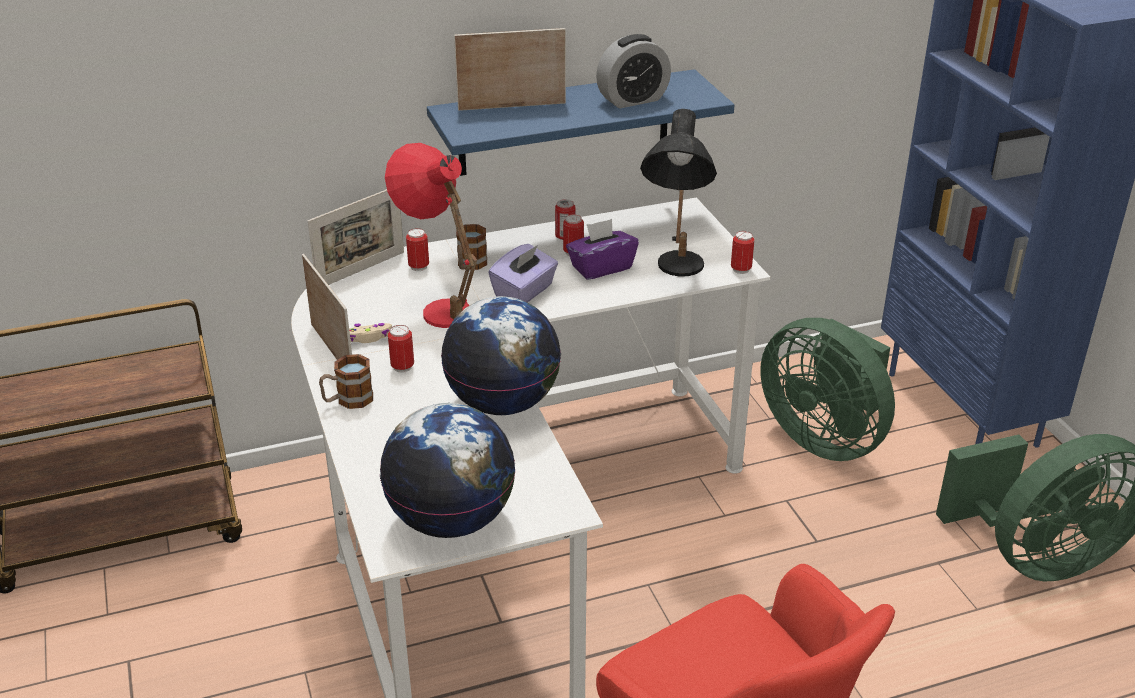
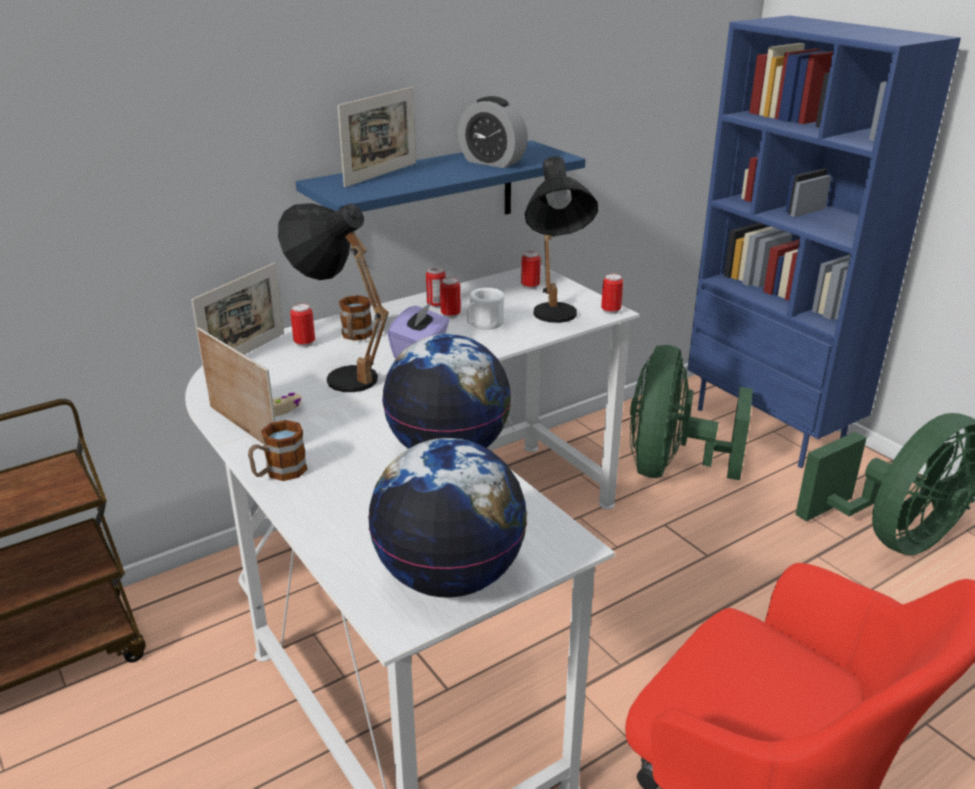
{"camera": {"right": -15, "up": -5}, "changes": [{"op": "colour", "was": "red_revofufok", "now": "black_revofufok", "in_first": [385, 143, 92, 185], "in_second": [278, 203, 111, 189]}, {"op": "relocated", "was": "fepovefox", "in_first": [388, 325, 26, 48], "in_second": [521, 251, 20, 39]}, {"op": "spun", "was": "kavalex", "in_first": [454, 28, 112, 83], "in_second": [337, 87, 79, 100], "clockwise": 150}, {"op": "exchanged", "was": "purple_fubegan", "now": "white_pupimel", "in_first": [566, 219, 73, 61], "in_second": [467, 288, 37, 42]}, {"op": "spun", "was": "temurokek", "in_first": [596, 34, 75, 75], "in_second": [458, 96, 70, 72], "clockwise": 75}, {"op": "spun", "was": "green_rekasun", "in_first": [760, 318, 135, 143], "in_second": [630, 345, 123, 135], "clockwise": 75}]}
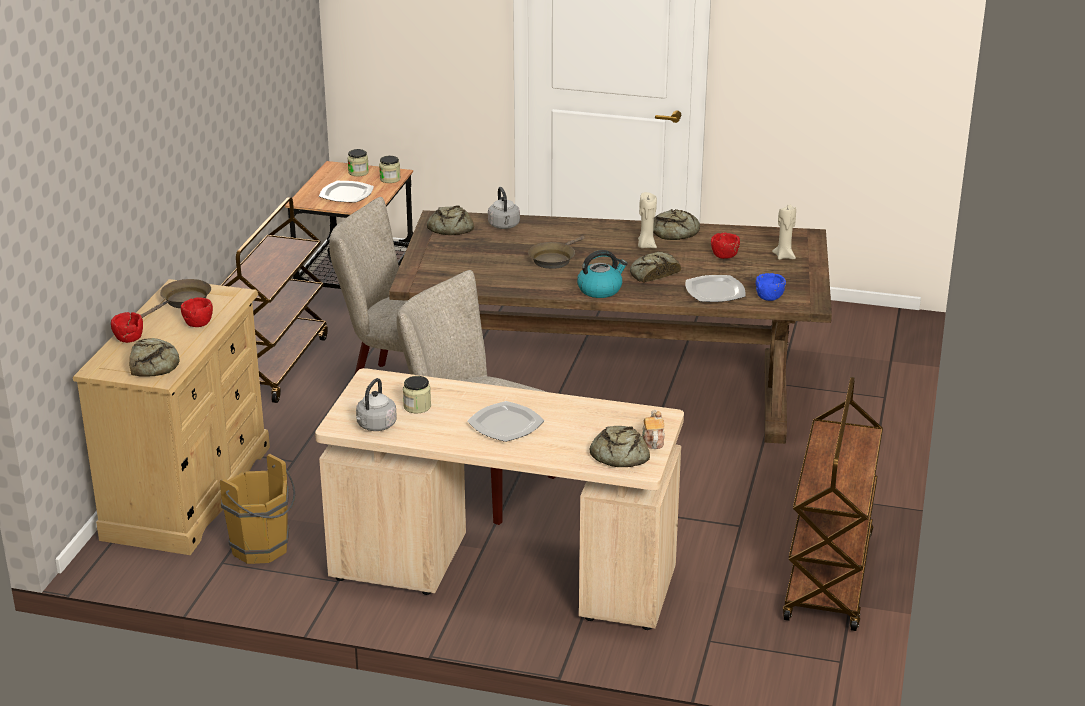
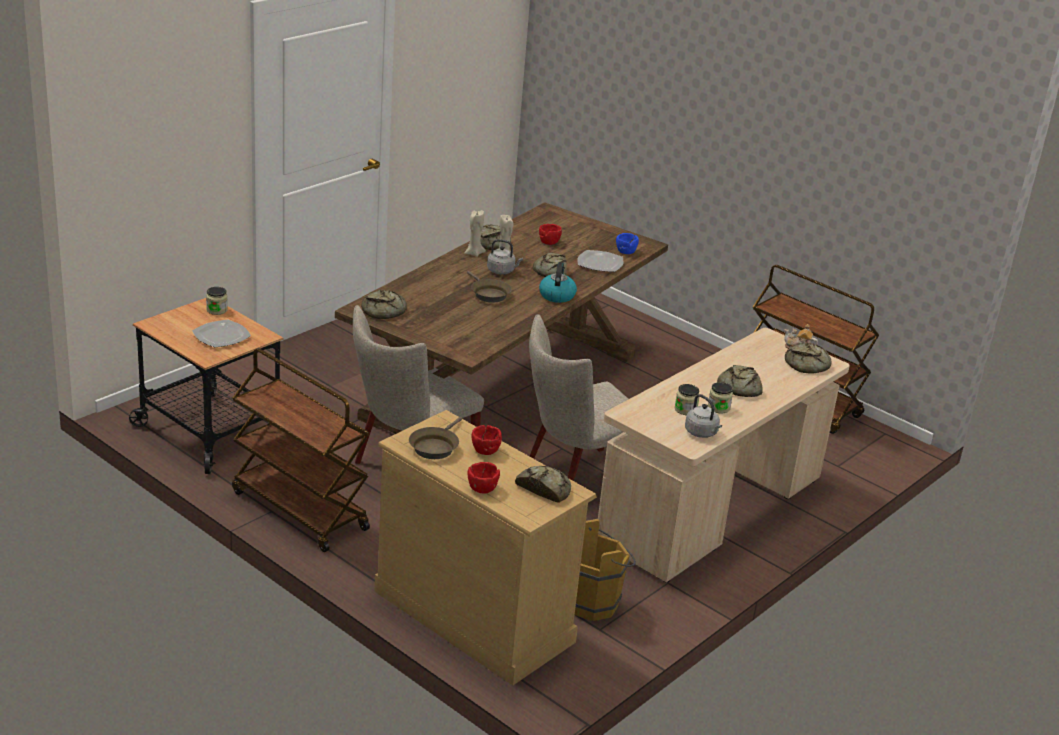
{"camera": {"right": -65, "up": 0}, "changes": [{"op": "spun", "was": "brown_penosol", "in_first": [141, 279, 70, 39], "in_second": [409, 416, 54, 43], "clockwise": -135}, {"op": "relocated", "was": "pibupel", "in_first": [348, 149, 21, 27], "in_second": [708, 382, 25, 31]}, {"op": "exchanged", "was": "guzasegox", "now": "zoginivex", "in_first": [467, 401, 77, 41], "in_second": [717, 365, 46, 32]}, {"op": "relocated", "was": "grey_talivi", "in_first": [488, 187, 32, 42], "in_second": [487, 239, 36, 35]}, {"op": "relocated", "was": "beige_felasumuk", "in_first": [772, 205, 24, 55], "in_second": [464, 210, 22, 47]}]}
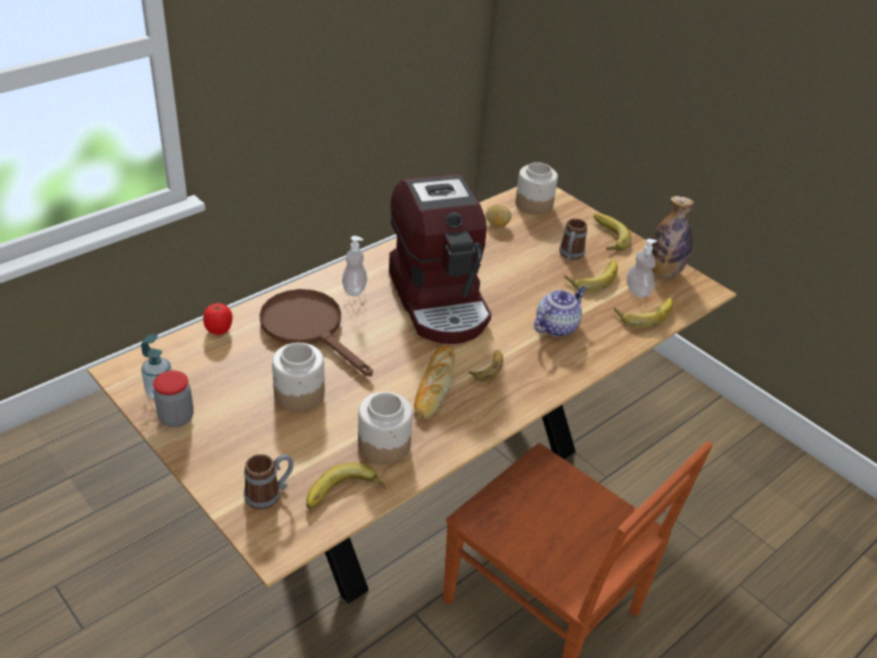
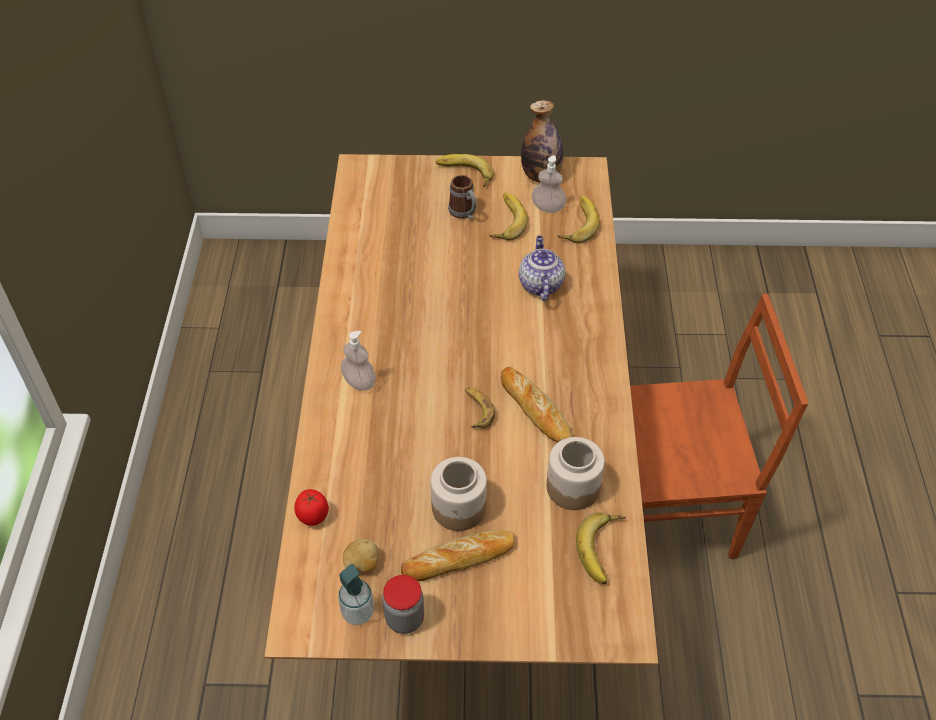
{"camera": {"right": -45, "up": 10}, "changes": [{"op": "missing", "was": "pupimel", "in_first": [244, 454, 50, 56]}, {"op": "missing", "was": "brown_penosol", "in_first": [259, 289, 114, 87]}, {"op": "missing", "was": "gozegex", "in_first": [389, 174, 103, 170]}, {"op": "relocated", "was": "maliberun", "in_first": [469, 350, 34, 31], "in_second": [465, 388, 30, 40]}, {"op": "relocated", "was": "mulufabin", "in_first": [485, 204, 27, 23], "in_second": [343, 539, 36, 33]}, {"op": "missing", "was": "pibupel", "in_first": [515, 162, 43, 53]}, {"op": "appeared", "now": "zoginivex", "in_second": [401, 530, 114, 52]}]}
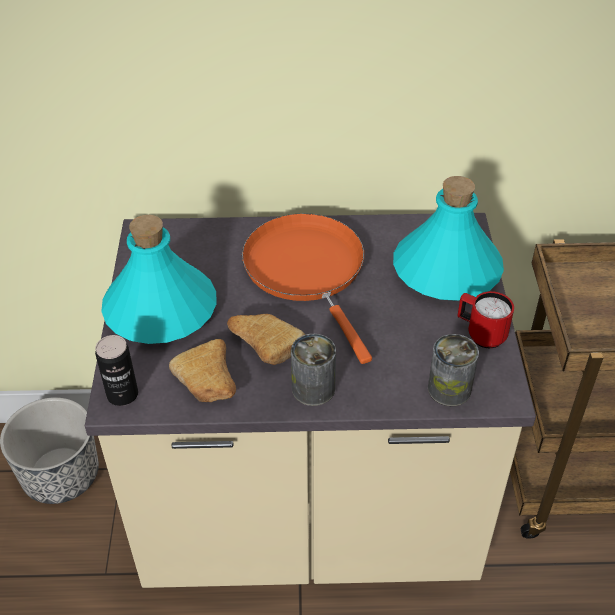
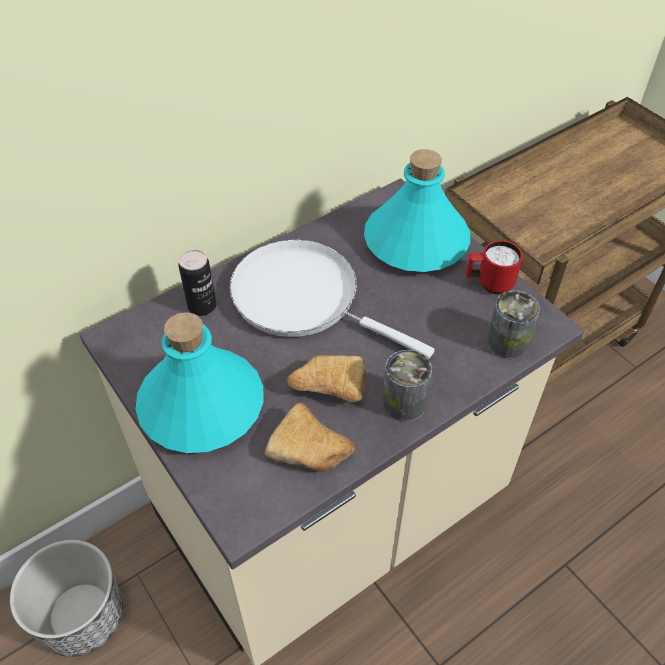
{"camera": {"right": -35, "up": 5}, "changes": [{"op": "relocated", "was": "fepovefox", "in_first": [95, 335, 43, 71], "in_second": [178, 249, 38, 67]}, {"op": "colour", "was": "orange_penosol", "now": "white_penosol", "in_first": [242, 213, 130, 151], "in_second": [229, 239, 205, 120]}]}
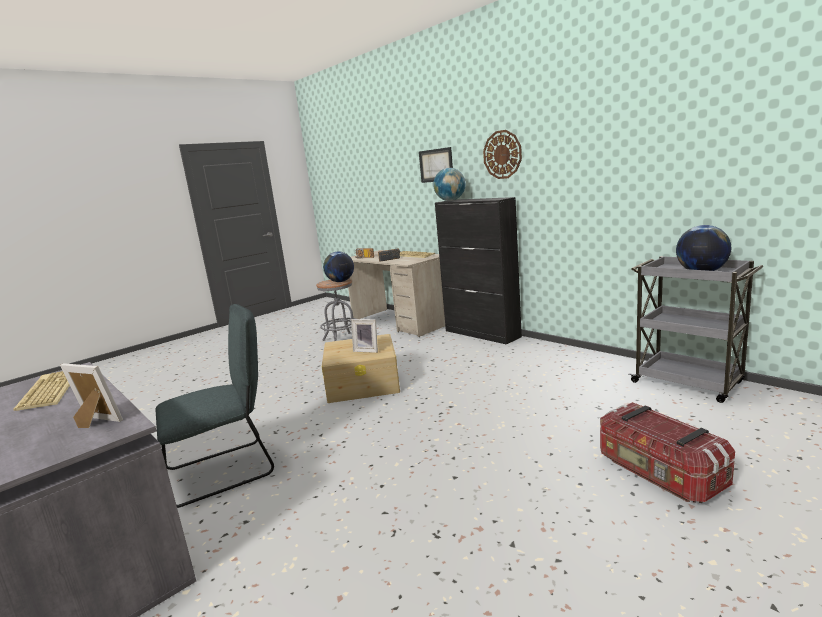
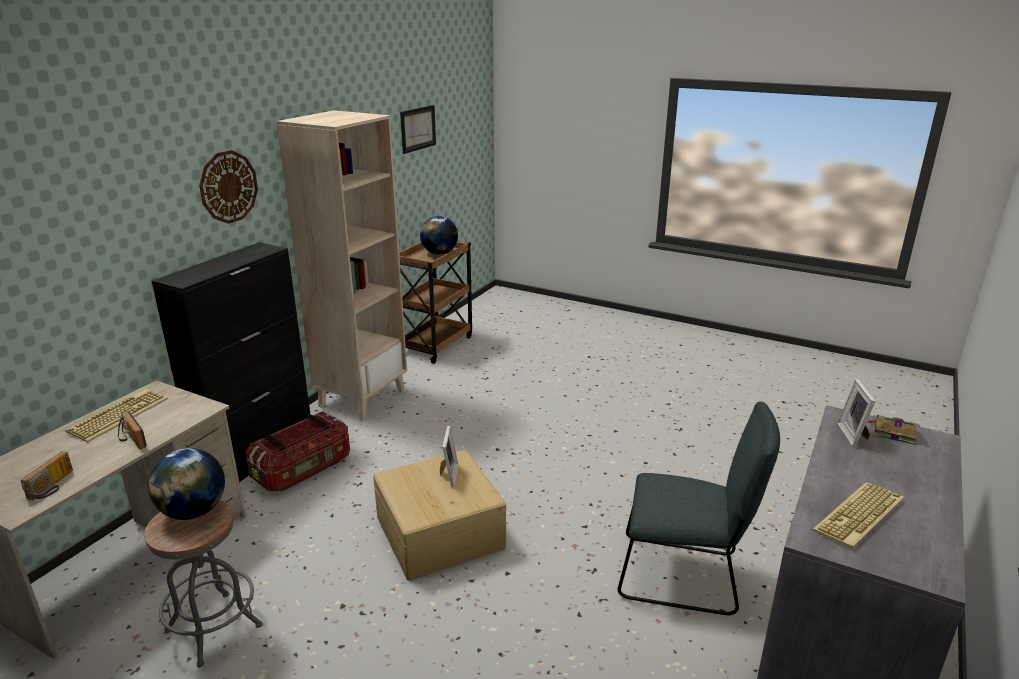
{"camera": {"right": -110, "up": 10}, "changes": [{"op": "spun", "was": "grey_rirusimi", "in_first": [156, 304, 118, 204], "in_second": [618, 401, 162, 214], "clockwise": 150}, {"op": "relocated", "was": "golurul", "in_first": [419, 147, 34, 36], "in_second": [400, 105, 36, 49]}, {"op": "missing", "was": "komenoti", "in_first": [433, 168, 33, 33]}, {"op": "relocated", "was": "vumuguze", "in_first": [600, 402, 135, 101], "in_second": [245, 411, 105, 81]}, {"op": "colour", "was": "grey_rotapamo", "now": "brown_rotapamo", "in_first": [628, 256, 135, 147], "in_second": [399, 241, 73, 123]}, {"op": "appeared", "now": "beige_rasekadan", "in_second": [277, 110, 130, 311]}, {"op": "appeared", "now": "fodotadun", "in_second": [868, 415, 52, 30]}]}
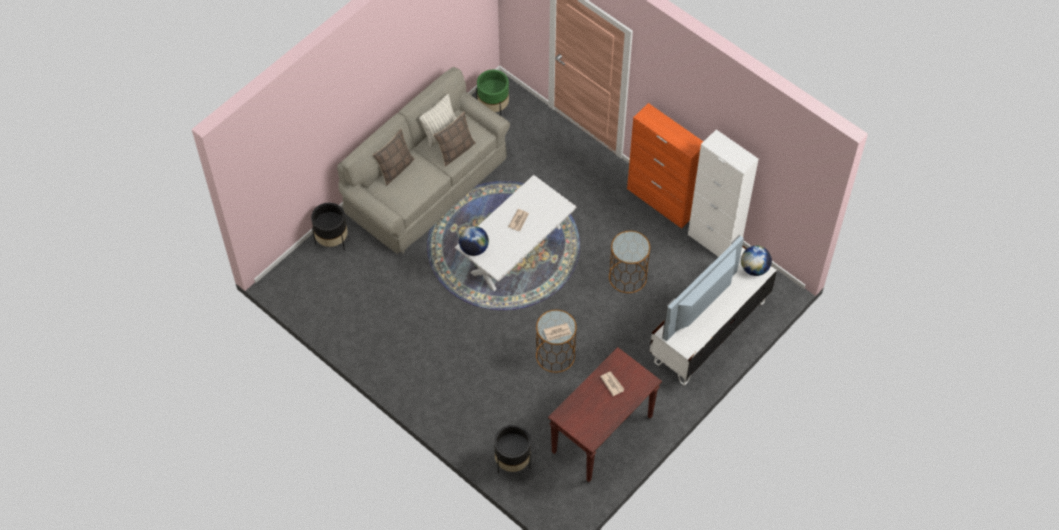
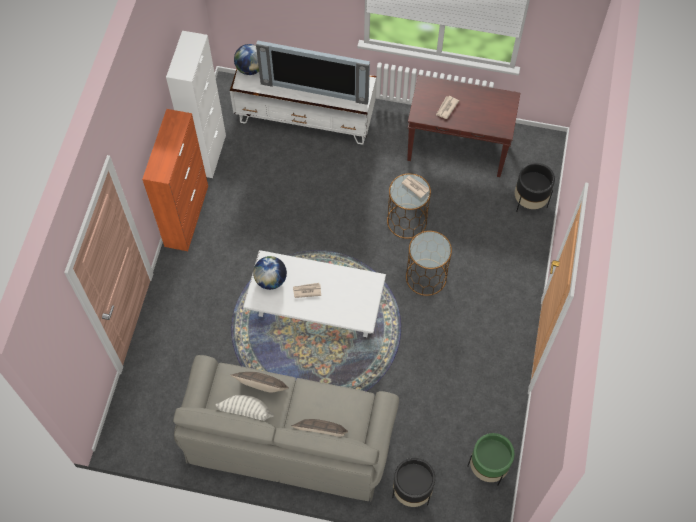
{"camera": {"right": -120, "up": 5}, "changes": [{"op": "relocated", "was": "komenoti", "in_first": [459, 226, 30, 30], "in_second": [253, 256, 34, 34]}, {"op": "relocated", "was": "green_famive", "in_first": [476, 70, 33, 46], "in_second": [467, 433, 47, 53]}, {"op": "relocated", "was": "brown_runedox", "in_first": [609, 231, 41, 62], "in_second": [406, 231, 46, 65]}]}
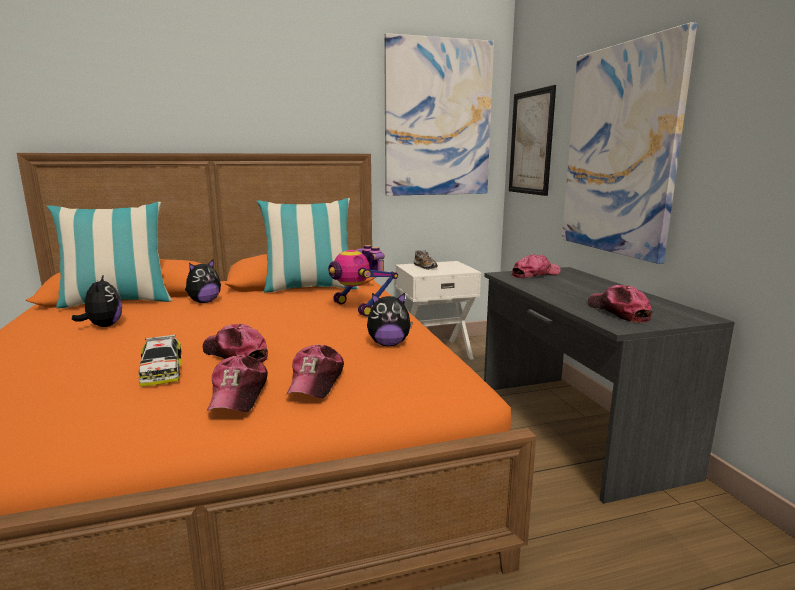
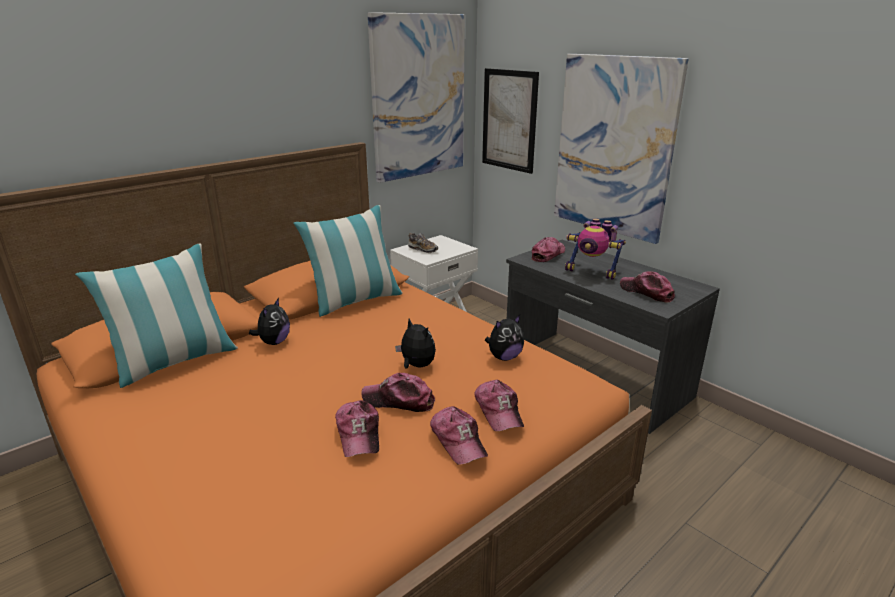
{"camera": {"right": -25, "up": 10}, "changes": [{"op": "relocated", "was": "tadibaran", "in_first": [72, 274, 50, 53], "in_second": [395, 319, 41, 50]}, {"op": "exchanged", "was": "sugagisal", "now": "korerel", "in_first": [139, 334, 42, 53], "in_second": [335, 400, 44, 57]}, {"op": "relocated", "was": "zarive", "in_first": [328, 245, 70, 72], "in_second": [565, 218, 61, 62]}]}
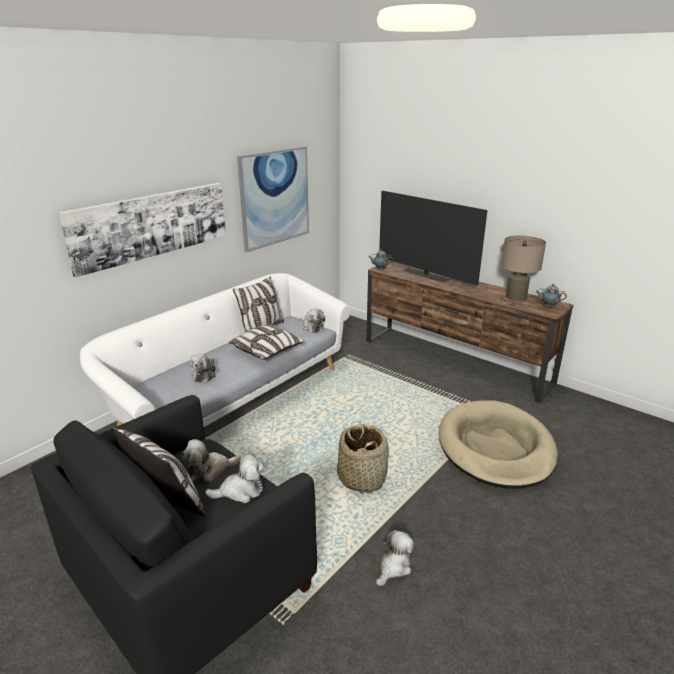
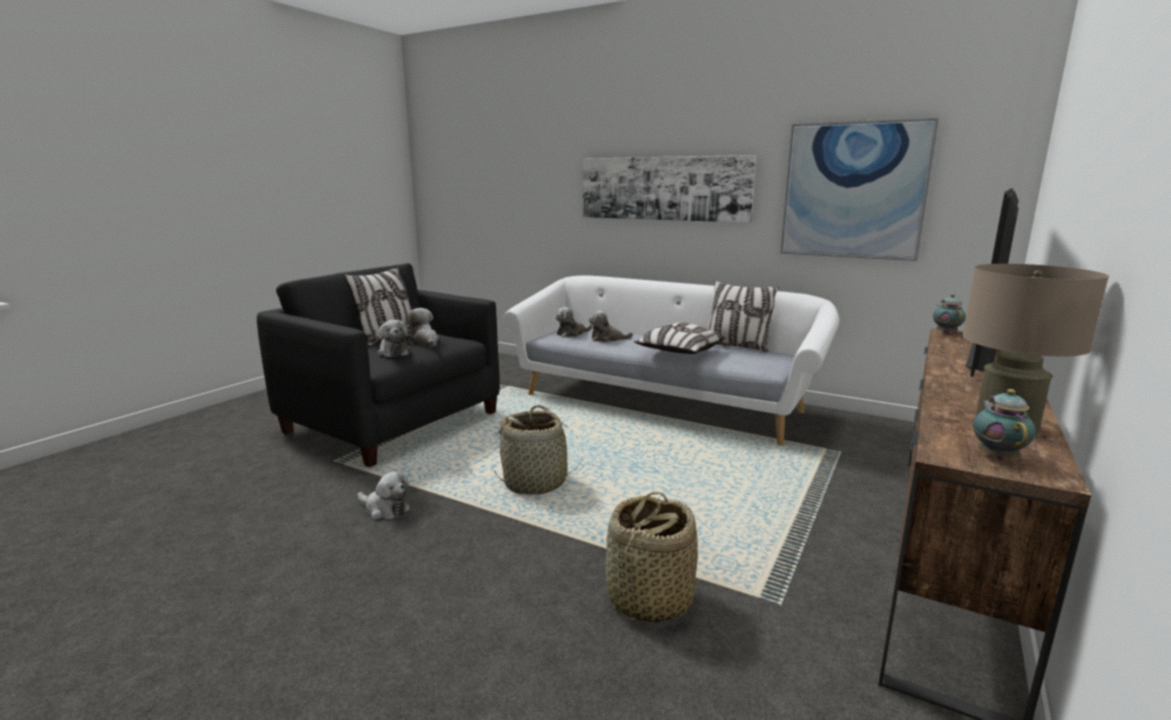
{"camera": {"right": 80, "up": -10}, "changes": [{"op": "relocated", "was": "tadibaran", "in_first": [303, 309, 22, 24], "in_second": [556, 307, 36, 30]}, {"op": "exchanged", "was": "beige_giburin", "now": "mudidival", "in_first": [439, 400, 119, 89], "in_second": [606, 491, 92, 131]}]}
